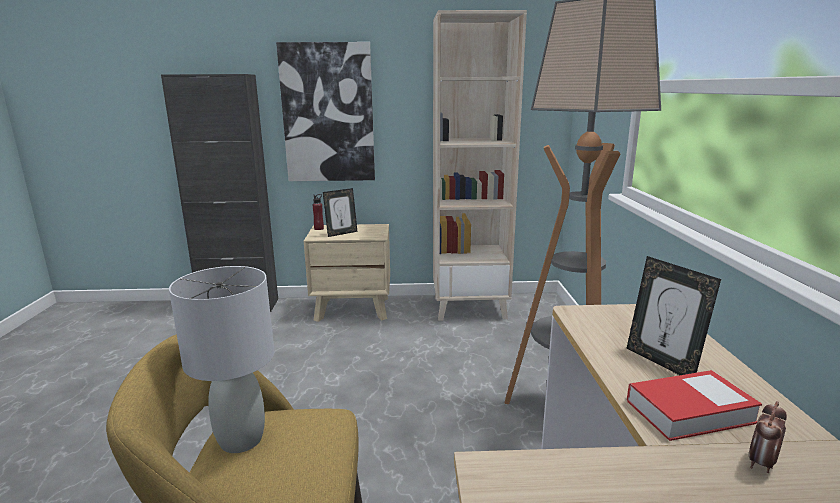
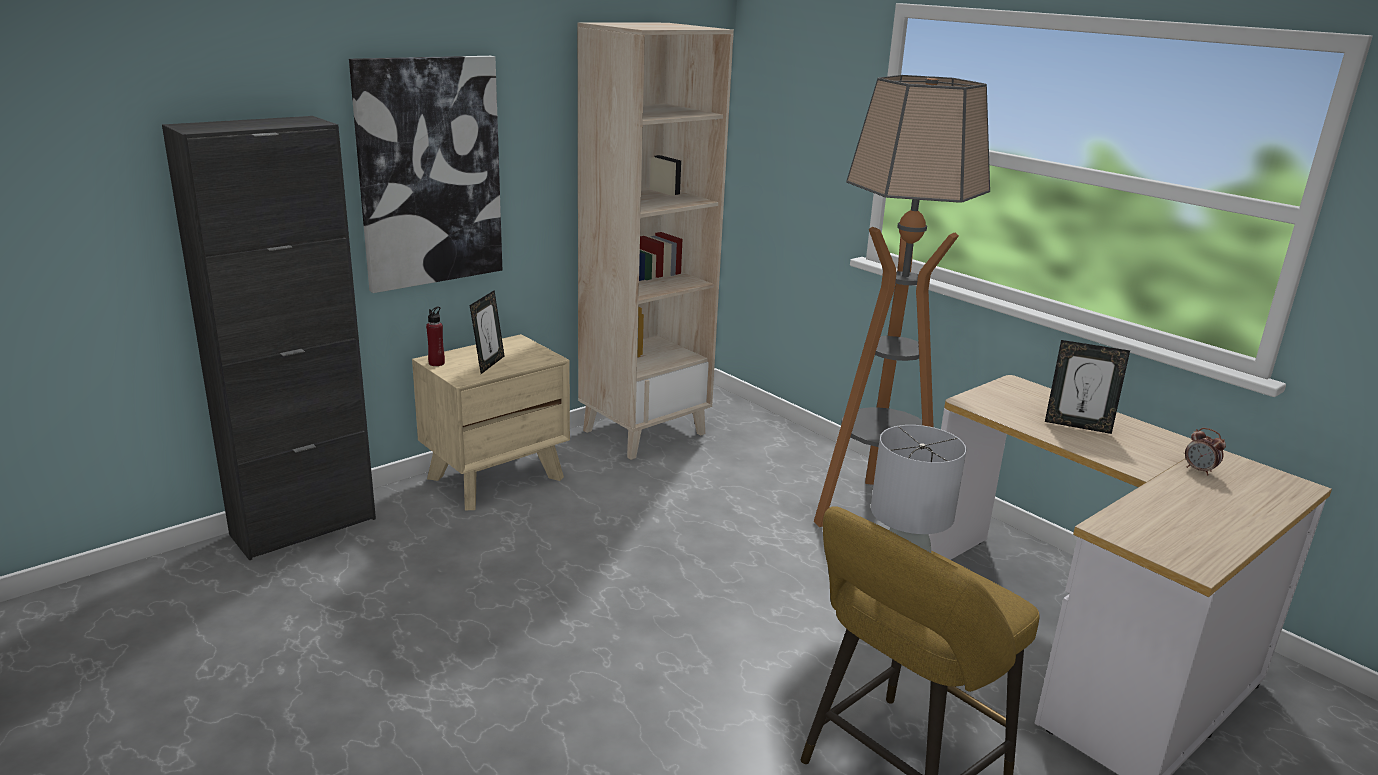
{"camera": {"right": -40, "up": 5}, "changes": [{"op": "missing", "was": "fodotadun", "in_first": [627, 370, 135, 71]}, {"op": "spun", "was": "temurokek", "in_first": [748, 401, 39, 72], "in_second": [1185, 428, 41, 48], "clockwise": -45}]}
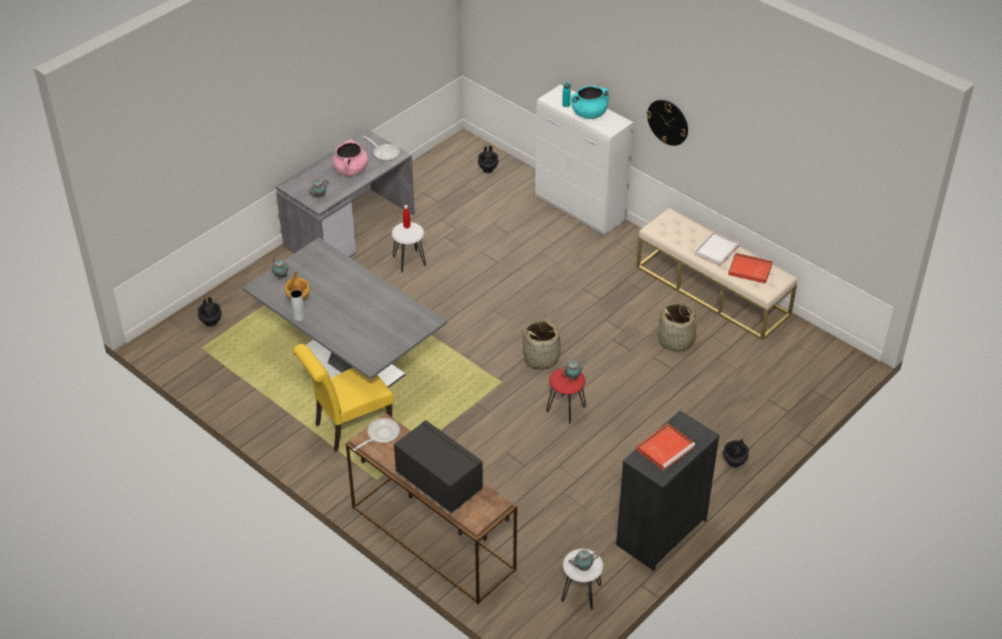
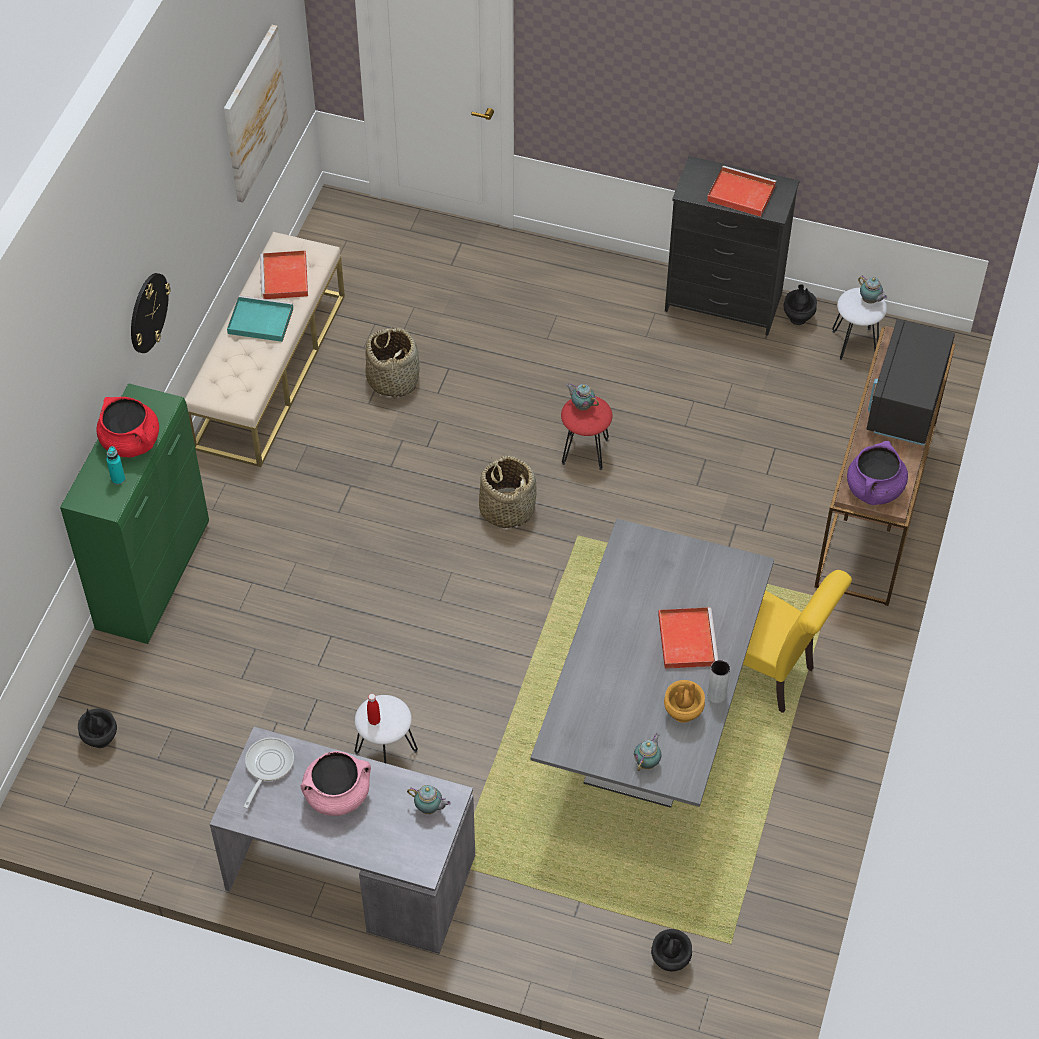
{"camera": {"right": -115, "up": 10}, "changes": [{"op": "exchanged", "was": "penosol", "now": "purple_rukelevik", "in_first": [353, 418, 47, 33], "in_second": [847, 441, 61, 64]}, {"op": "colour", "was": "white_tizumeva", "now": "green_tizumeva", "in_first": [535, 84, 99, 151], "in_second": [60, 383, 149, 261]}, {"op": "colour", "was": "turquoise_rukelevik", "now": "red_rukelevik", "in_first": [571, 86, 38, 33], "in_second": [96, 397, 63, 61]}, {"op": "colour", "was": "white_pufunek", "now": "turquoise_pufunek", "in_first": [694, 231, 46, 35], "in_second": [227, 295, 67, 47]}, {"op": "relocated", "was": "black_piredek", "in_first": [723, 439, 26, 29], "in_second": [783, 284, 34, 41]}, {"op": "appeared", "now": "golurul", "in_second": [224, 25, 64, 178]}, {"op": "appeared", "now": "red_pufunek", "in_second": [658, 607, 60, 62]}]}
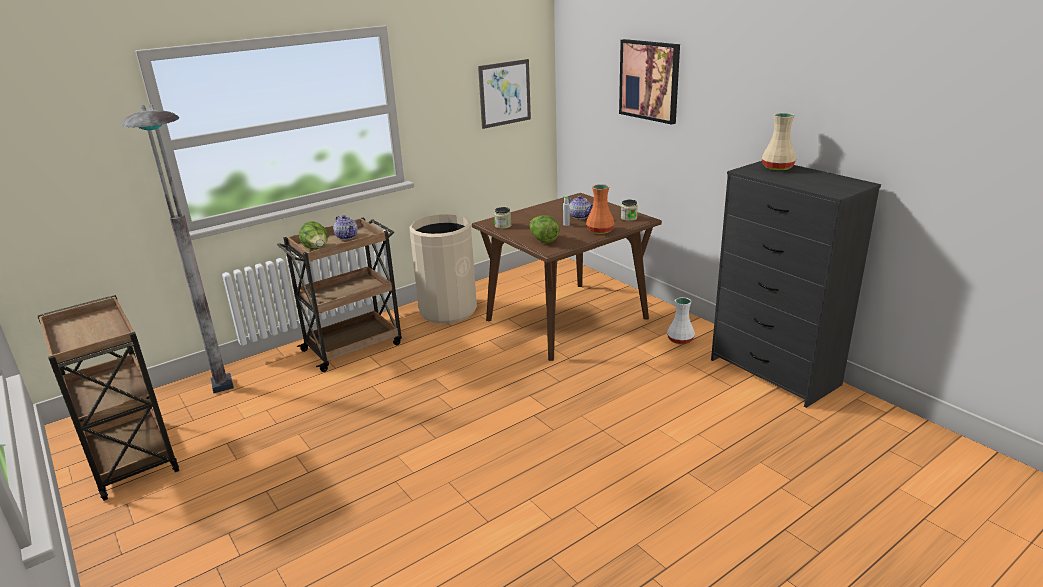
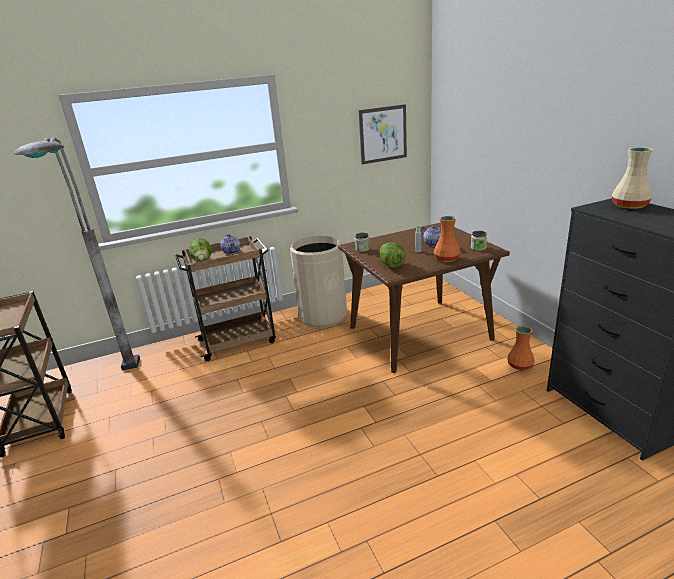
{"camera": {"right": 15, "up": 0}, "changes": [{"op": "missing", "was": "golurul", "in_first": [619, 39, 61, 86]}, {"op": "colour", "was": "white_piredek", "now": "orange_piredek", "in_first": [667, 297, 28, 48], "in_second": [507, 326, 28, 44]}]}
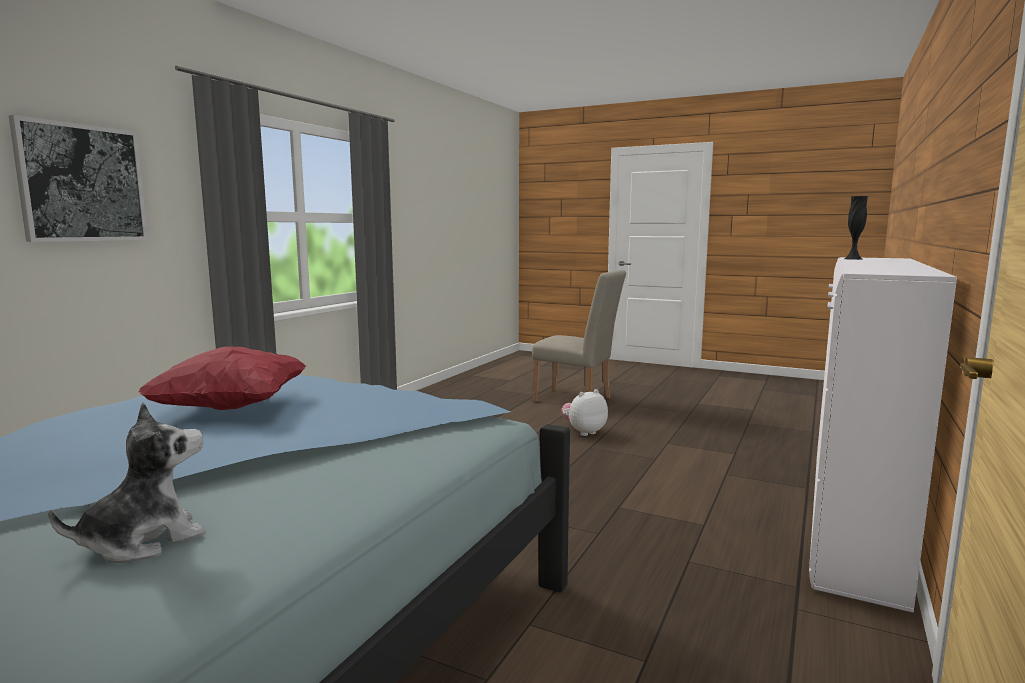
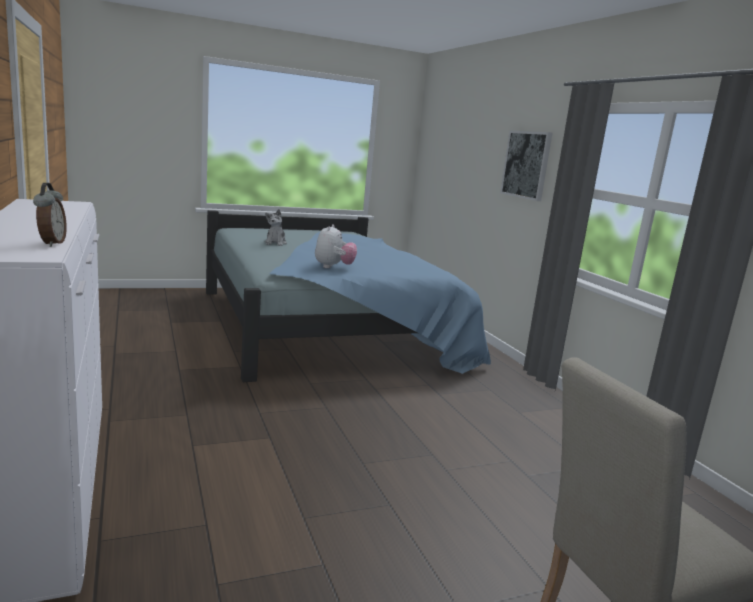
{"camera": {"right": 130, "up": 5}, "changes": [{"op": "missing", "was": "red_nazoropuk", "in_first": [138, 346, 169, 64]}, {"op": "relocated", "was": "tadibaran", "in_first": [561, 389, 47, 47], "in_second": [315, 224, 42, 44]}, {"op": "exchanged", "was": "black_piredek", "now": "temurokek", "in_first": [844, 196, 24, 64], "in_second": [33, 183, 34, 64]}]}
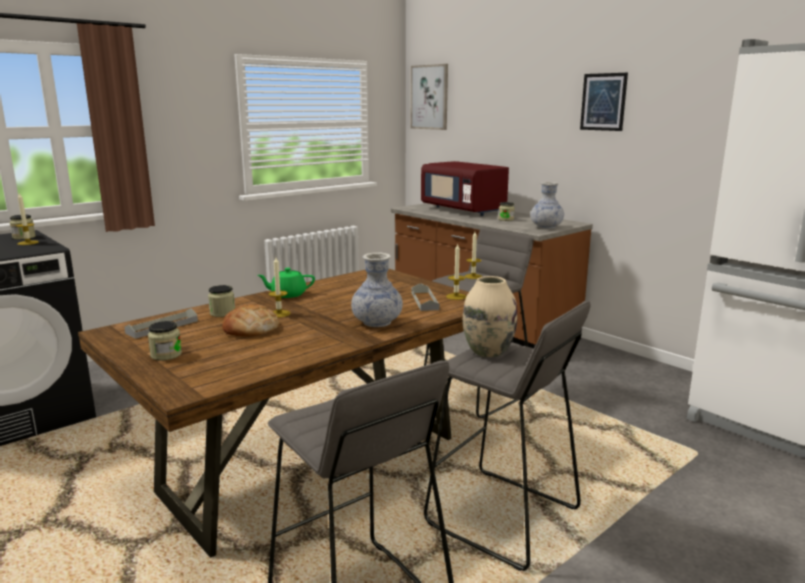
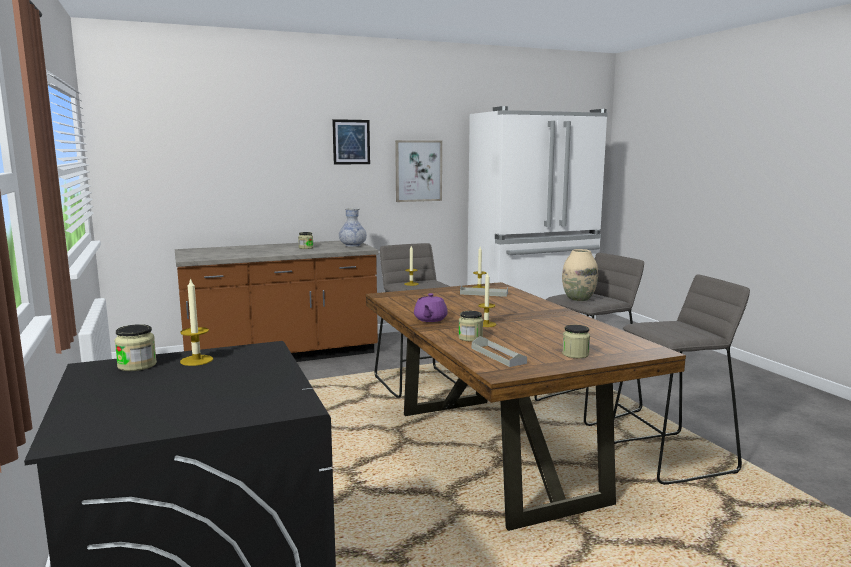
{"camera": {"right": -70, "up": -5}, "changes": [{"op": "missing", "was": "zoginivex", "in_first": [222, 304, 57, 33]}, {"op": "colour", "was": "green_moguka", "now": "purple_moguka", "in_first": [257, 268, 58, 30], "in_second": [414, 293, 34, 29]}, {"op": "missing", "was": "piredek", "in_first": [351, 252, 52, 75]}, {"op": "relocated", "was": "golurul", "in_first": [411, 64, 37, 66], "in_second": [395, 140, 47, 62]}, {"op": "missing", "was": "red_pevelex", "in_first": [421, 161, 88, 55]}]}
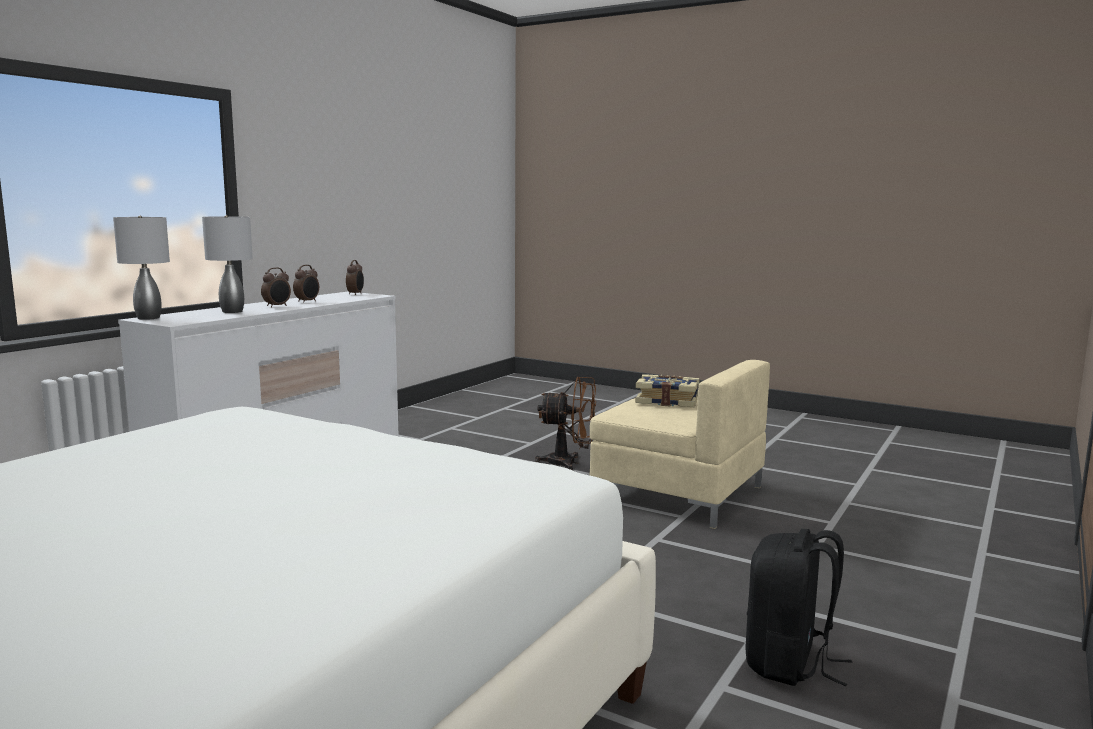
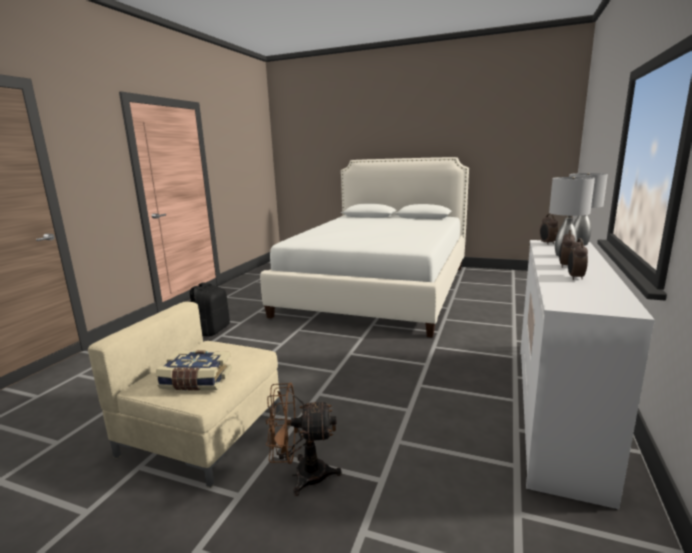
{"camera": {"right": 170, "up": 5}, "changes": [{"op": "relocated", "was": "temurokek", "in_first": [346, 260, 18, 35], "in_second": [540, 214, 18, 31]}]}
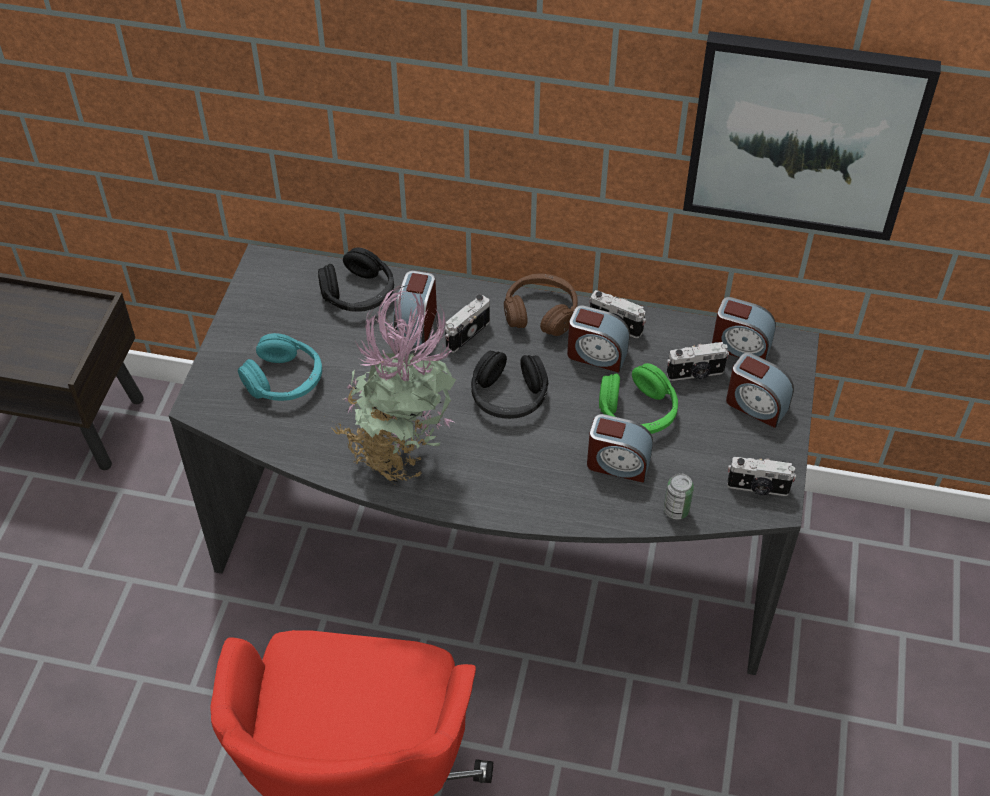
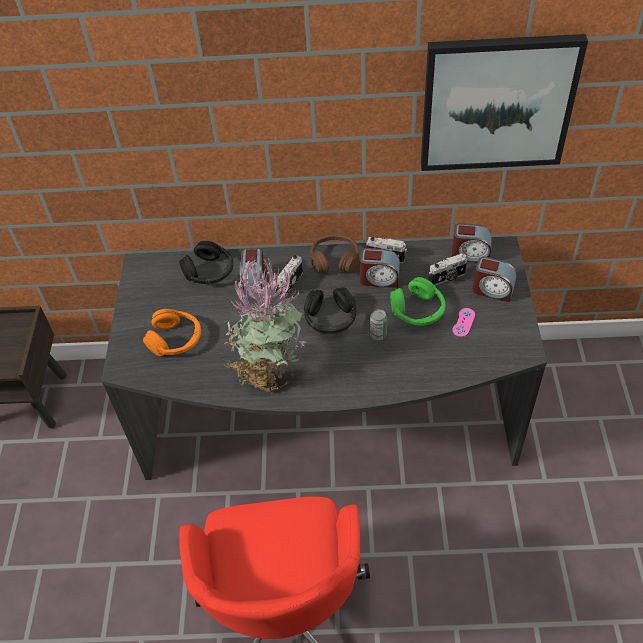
{"camera": {"right": -10, "up": 0}, "changes": [{"op": "colour", "was": "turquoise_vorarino", "now": "orange_vorarino", "in_first": [238, 333, 84, 68], "in_second": [143, 309, 58, 47]}, {"op": "missing", "was": "temurokek", "in_first": [587, 414, 66, 69]}, {"op": "relocated", "was": "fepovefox", "in_first": [664, 474, 30, 46], "in_second": [370, 309, 17, 31]}, {"op": "missing", "was": "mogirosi", "in_first": [727, 457, 69, 39]}, {"op": "appeared", "now": "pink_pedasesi", "in_second": [452, 308, 23, 29]}]}
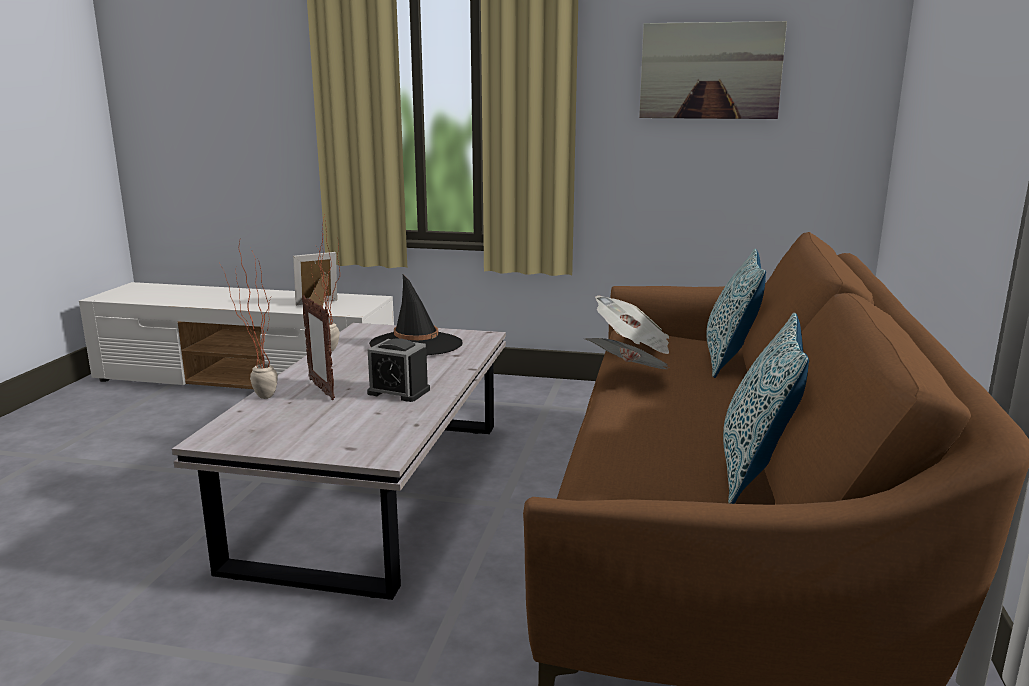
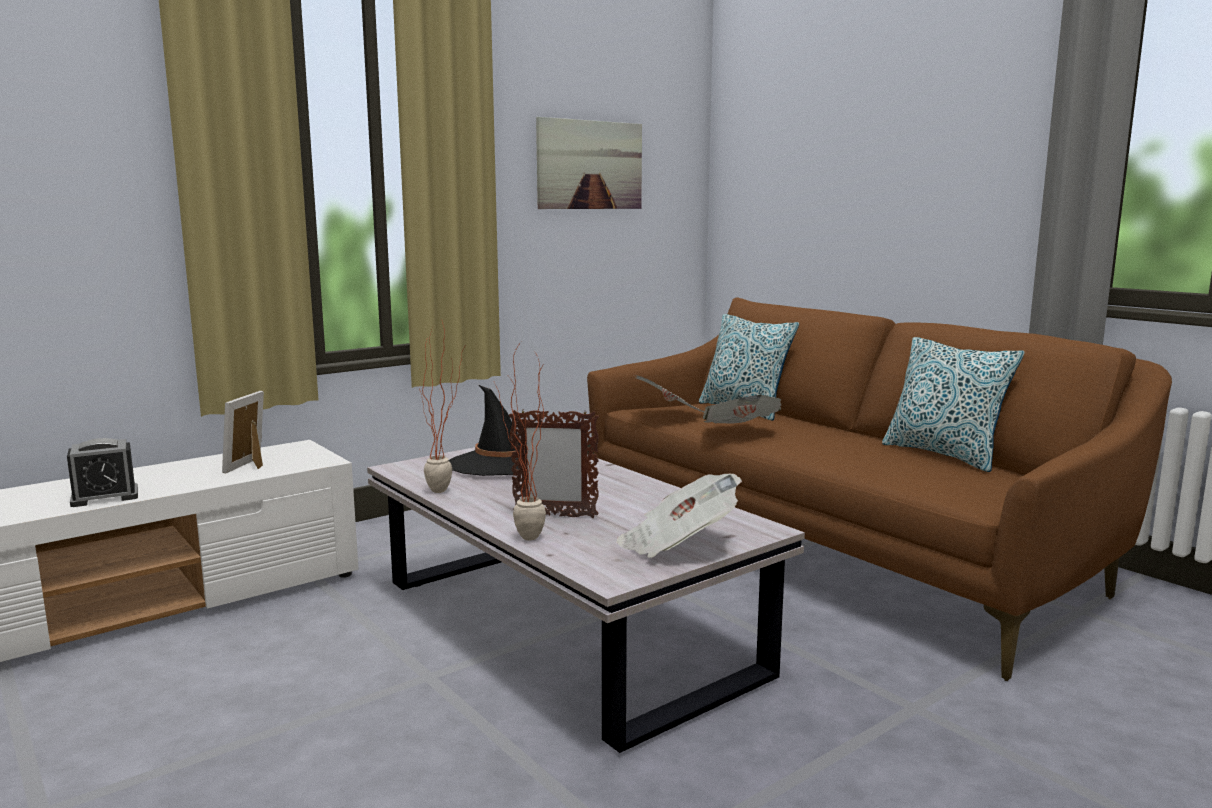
{"camera": {"right": -50, "up": -5}, "changes": [{"op": "relocated", "was": "temurokek", "in_first": [367, 338, 63, 64], "in_second": [67, 438, 71, 69]}, {"op": "appeared", "now": "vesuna", "in_second": [616, 473, 126, 85]}]}
